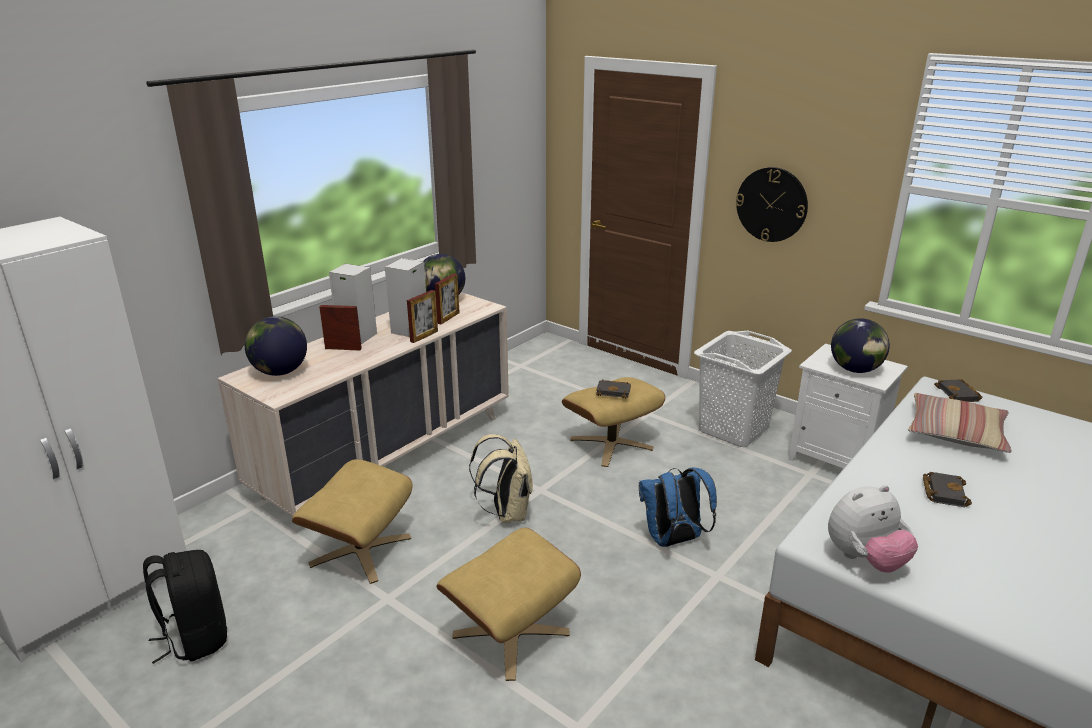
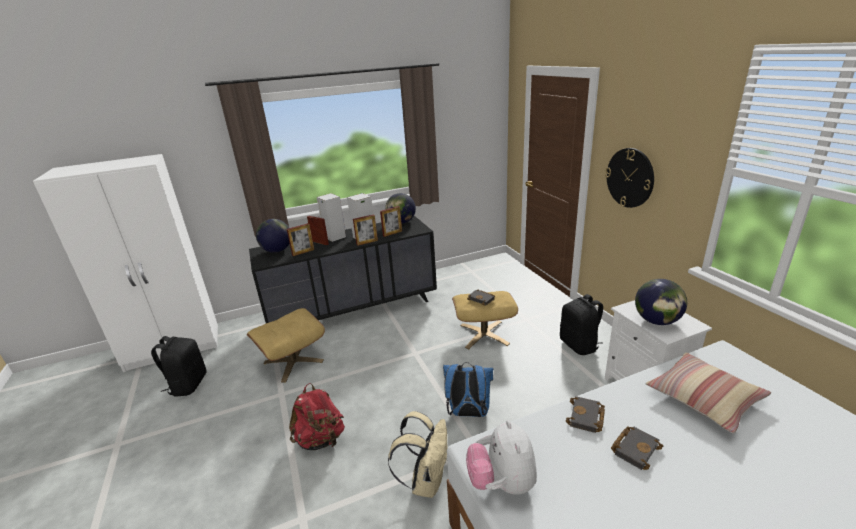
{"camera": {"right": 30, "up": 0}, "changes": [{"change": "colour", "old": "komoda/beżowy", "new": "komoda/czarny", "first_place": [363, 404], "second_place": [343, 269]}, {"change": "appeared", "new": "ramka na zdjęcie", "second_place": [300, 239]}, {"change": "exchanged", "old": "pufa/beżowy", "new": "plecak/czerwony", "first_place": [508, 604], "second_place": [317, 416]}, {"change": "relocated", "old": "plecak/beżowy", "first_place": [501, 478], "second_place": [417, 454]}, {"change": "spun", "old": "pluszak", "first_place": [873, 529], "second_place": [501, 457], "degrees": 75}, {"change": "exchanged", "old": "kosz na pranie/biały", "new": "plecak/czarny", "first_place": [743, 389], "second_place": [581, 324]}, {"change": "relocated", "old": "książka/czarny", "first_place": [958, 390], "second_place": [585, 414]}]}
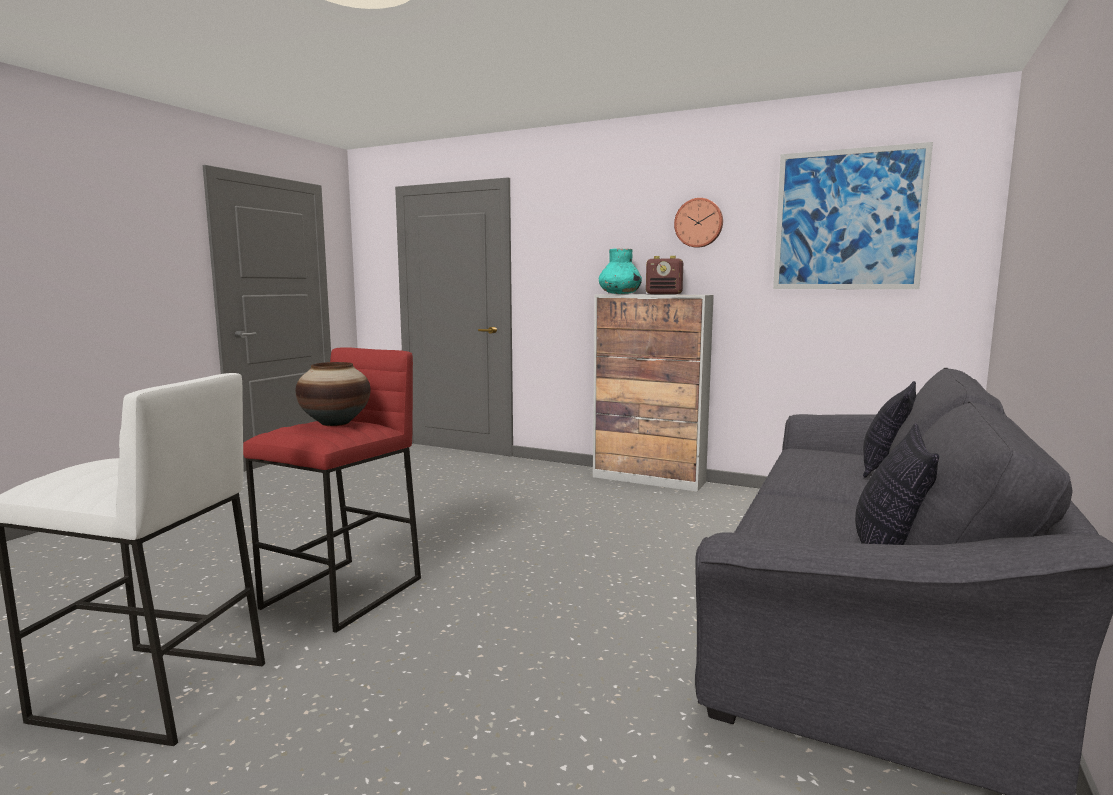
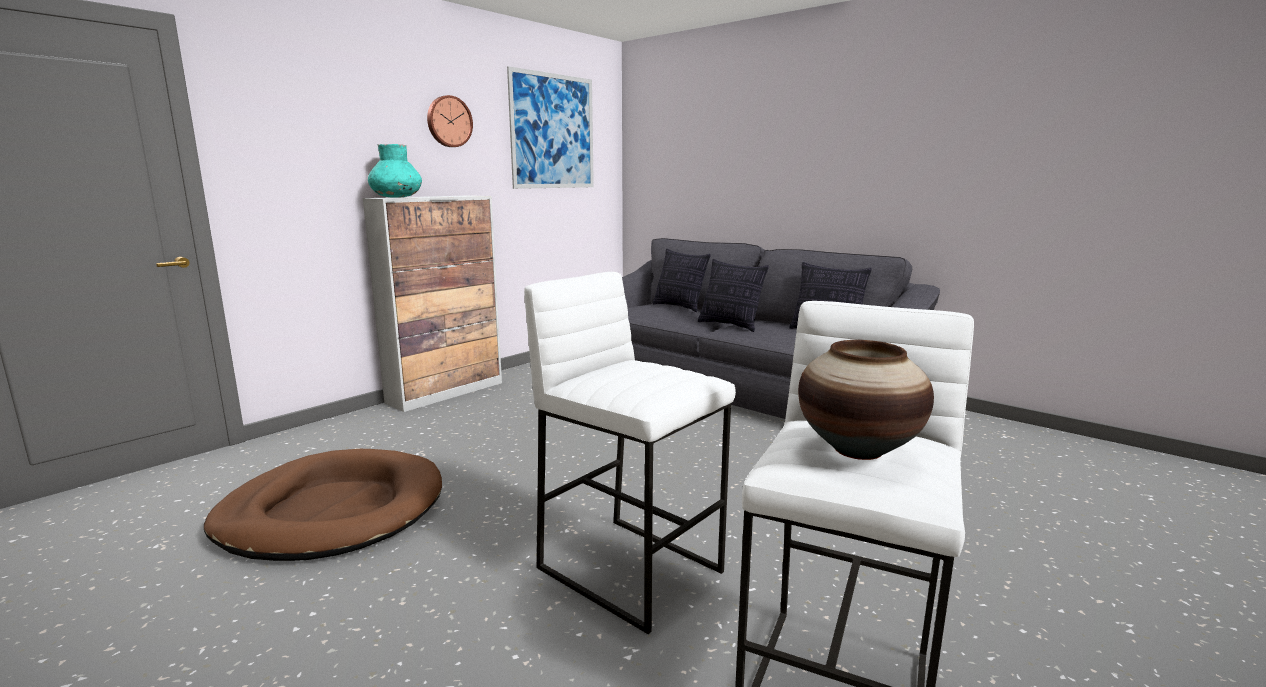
{"camera": {"right": -75, "up": 5}, "changes": [{"change": "appeared", "new": "legowisko/brązowy", "second_place": [323, 505]}, {"change": "colour", "old": "stołek/czerwony", "new": "stołek/biały", "first_place": [332, 490], "second_place": [630, 453]}, {"change": "appeared", "new": "poduszka", "second_place": [733, 295]}, {"change": "relocated", "old": "wazon", "first_place": [333, 394], "second_place": [866, 400]}, {"change": "missing", "old": "radio", "first_place": [664, 275]}]}
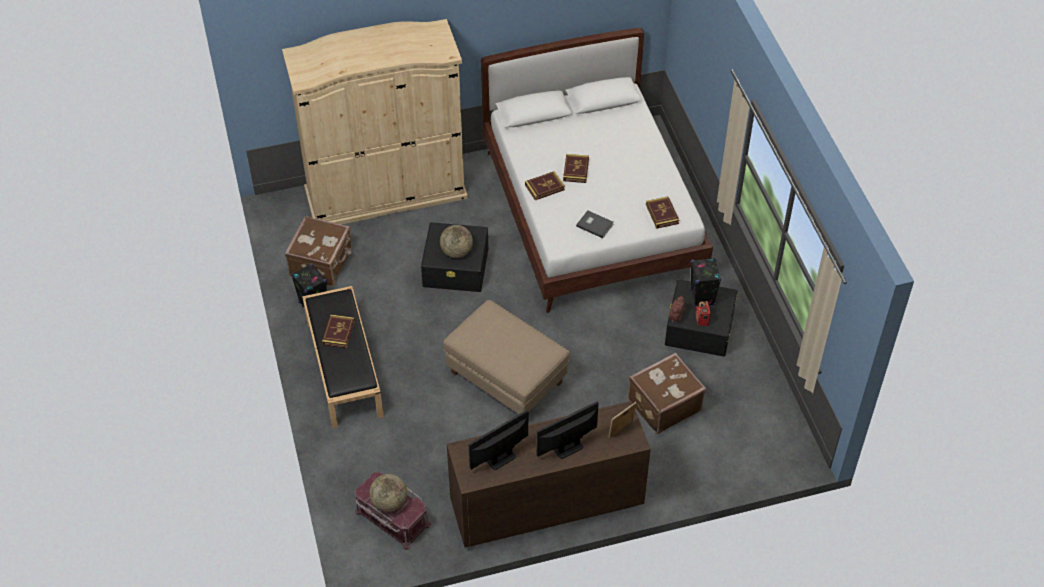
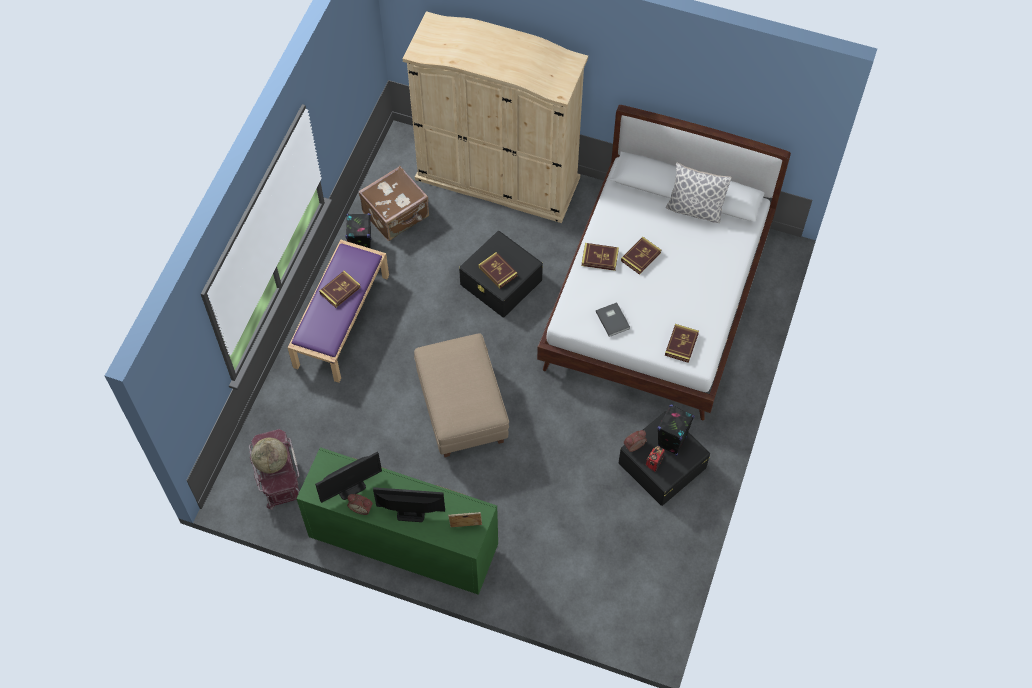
{"camera": {"right": 35, "up": 10}, "changes": [{"change": "colour", "old": "ławka/czarny", "new": "ławka/fioletowy", "first_place": [343, 357], "second_place": [338, 311]}, {"change": "colour", "old": "komoda/brązowy", "new": "komoda/zielony", "first_place": [549, 474], "second_place": [397, 521]}, {"change": "spun", "old": "monitor", "first_place": [498, 440], "second_place": [348, 477], "degrees": 150}, {"change": "appeared", "new": "budzik", "second_place": [360, 504]}, {"change": "exchanged", "old": "globus", "new": "książka", "first_place": [456, 241], "second_place": [498, 270]}, {"change": "appeared", "new": "poduszka", "second_place": [699, 192]}, {"change": "missing", "old": "walizka/brązowy", "first_place": [667, 393]}]}
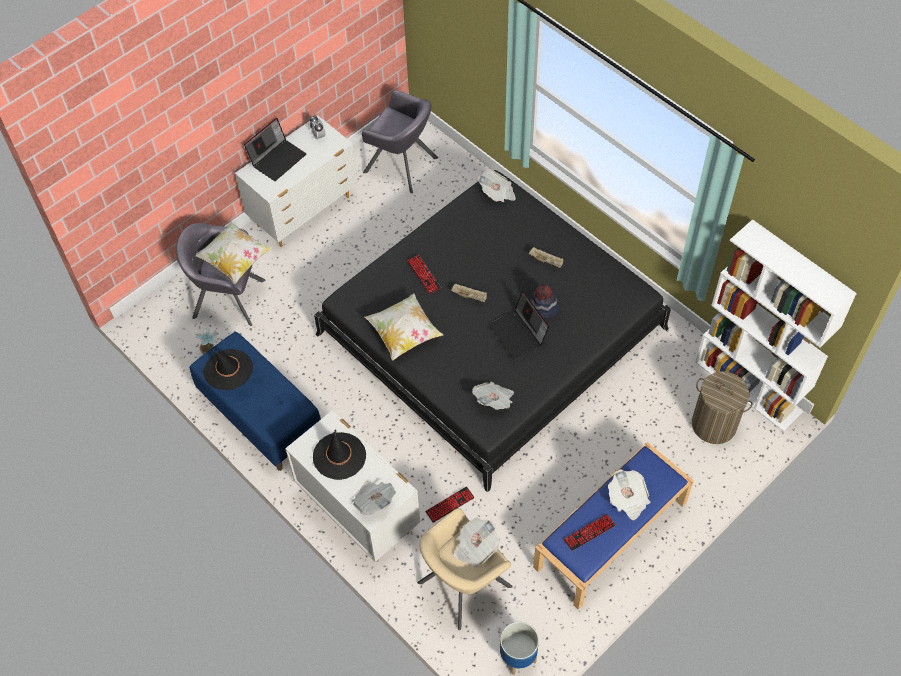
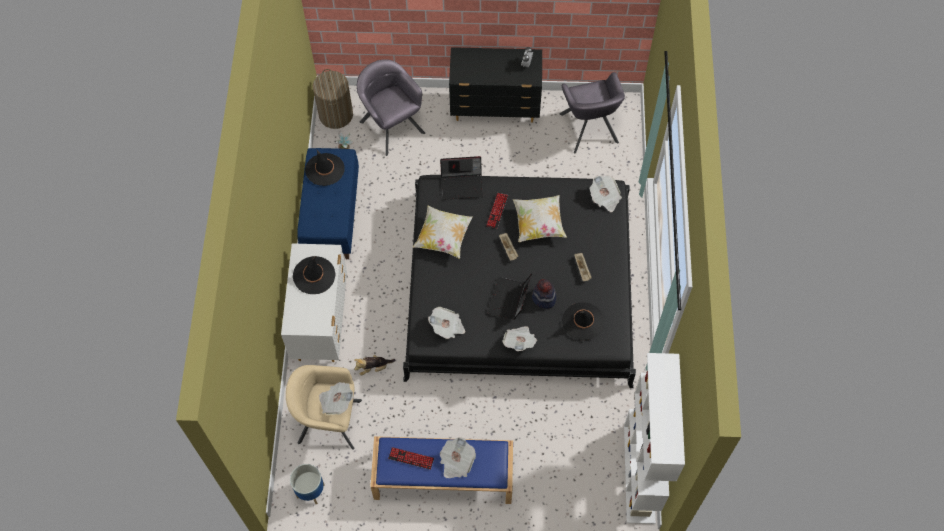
{"camera": {"right": 45, "up": 5}, "changes": [{"change": "relocated", "old": "kosz na pranie", "first_place": [722, 407], "second_place": [333, 99]}, {"change": "exchanged", "old": "klawiatura", "new": "pluszak", "first_place": [449, 504], "second_place": [374, 365]}, {"change": "relocated", "old": "laptop", "first_place": [275, 149], "second_place": [461, 178]}, {"change": "colour", "old": "komoda/biały", "new": "komoda/czarny", "first_place": [296, 181], "second_place": [495, 85]}, {"change": "relocated", "old": "gazeta", "first_place": [373, 498], "second_place": [519, 338]}, {"change": "relocated", "old": "poduszka", "first_place": [234, 252], "second_place": [540, 218]}, {"change": "appeared", "new": "kapelusz/czarny", "second_place": [583, 321]}]}
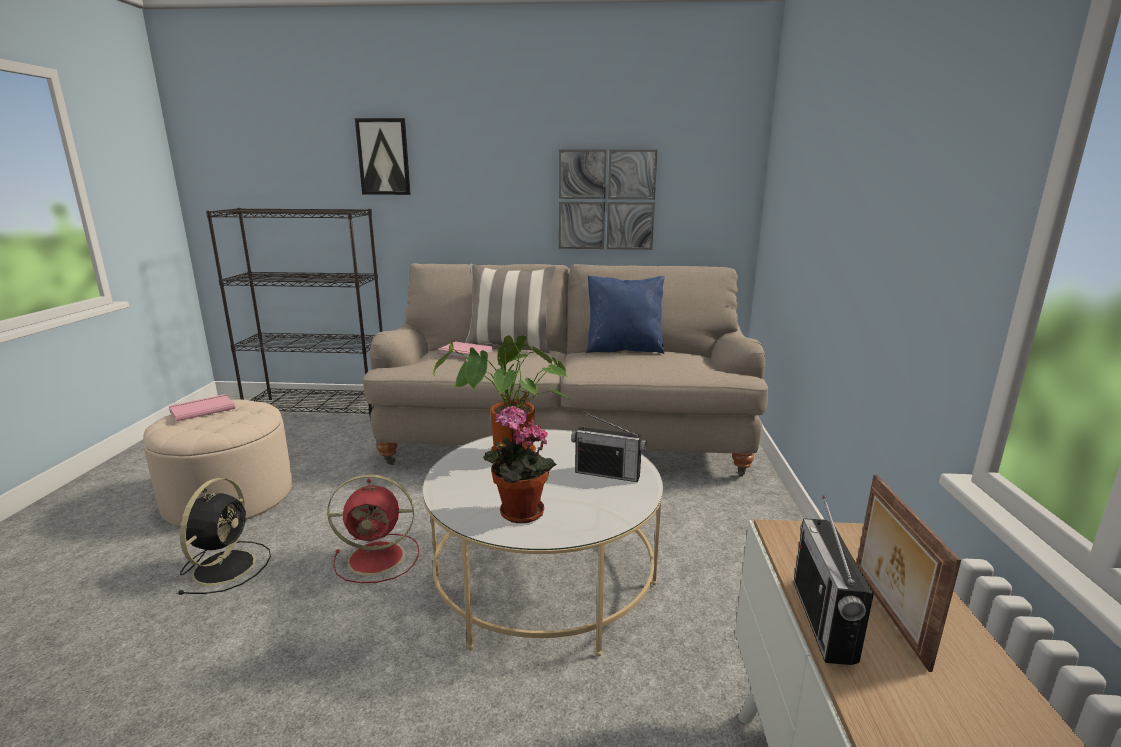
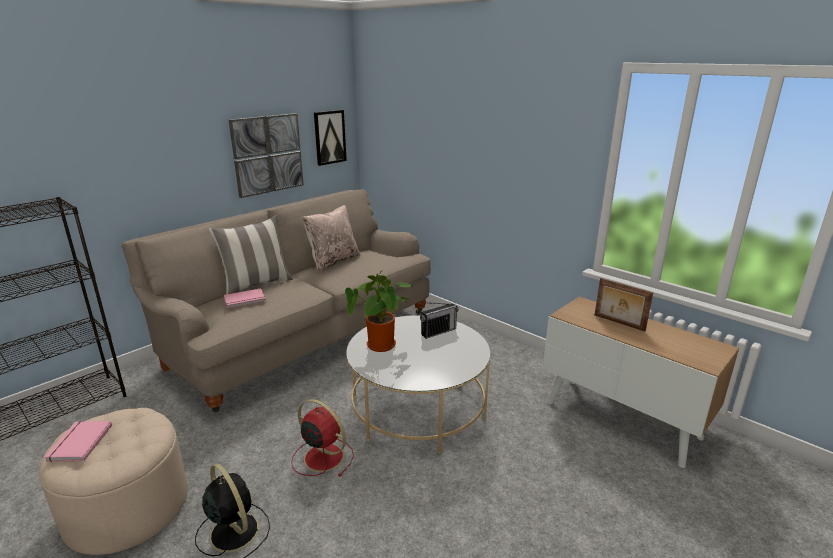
{"camera": {"right": -50, "up": 5}, "changes": [{"change": "spun", "old": "wentylator/czerwony", "first_place": [373, 528], "second_place": [322, 438], "degrees": -90}, {"change": "colour", "old": "poduszka/niebieski", "new": "poduszka/beżowy", "first_place": [625, 314], "second_place": [331, 238]}, {"change": "relocated", "old": "obraz", "first_place": [383, 156], "second_place": [330, 138]}, {"change": "missing", "old": "roślina doniczkowa", "first_place": [520, 464]}, {"change": "missing", "old": "radio", "first_place": [833, 580]}]}
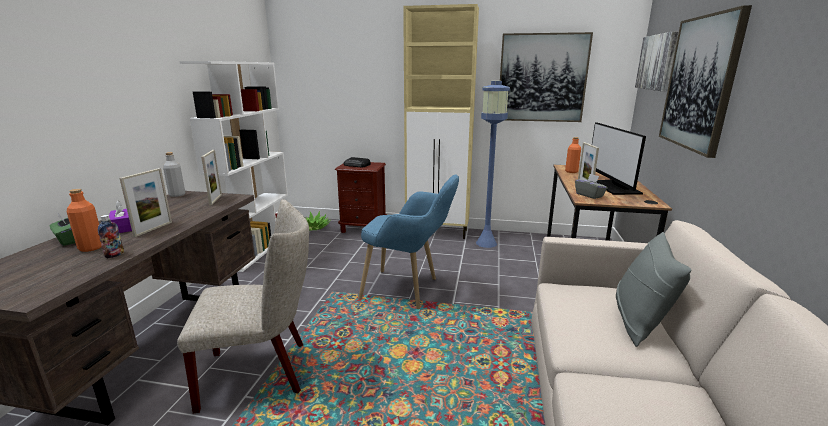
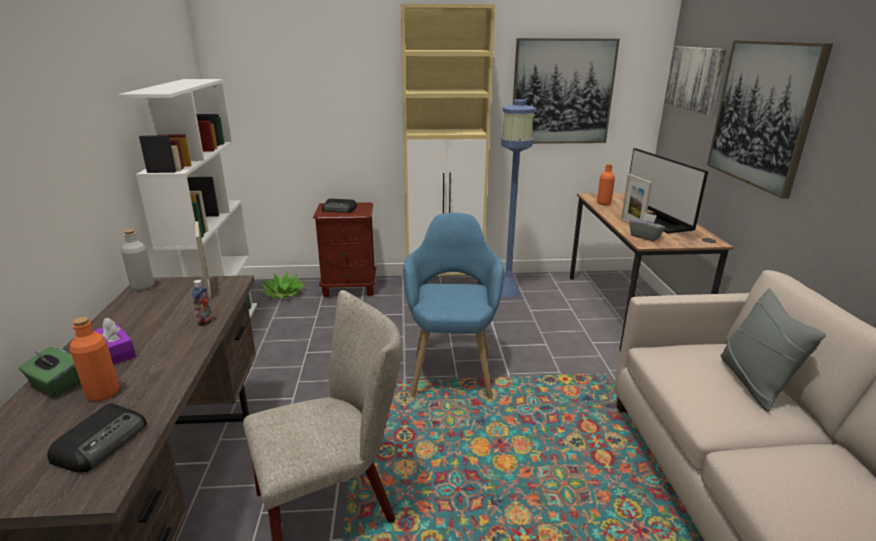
{"camera": {"right": -15, "up": 5}, "changes": [{"change": "appeared", "new": "radio", "second_place": [97, 438]}, {"change": "relocated", "old": "butelka", "first_place": [111, 236], "second_place": [202, 303]}, {"change": "spun", "old": "fotel/niebieski", "first_place": [408, 241], "second_place": [453, 306], "degrees": -90}, {"change": "missing", "old": "ramka na zdjęcie", "first_place": [145, 202]}]}
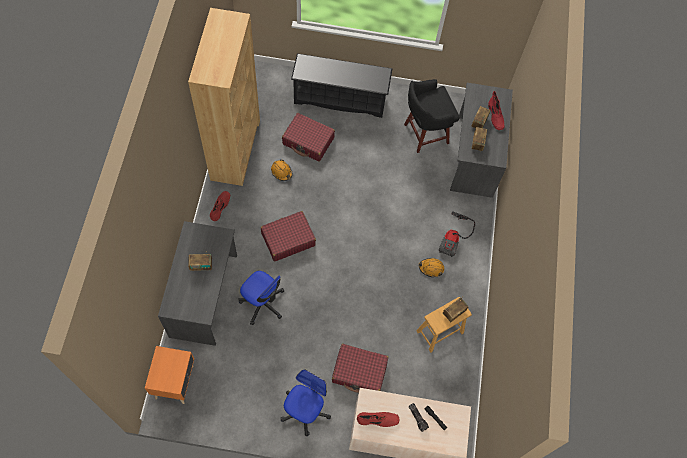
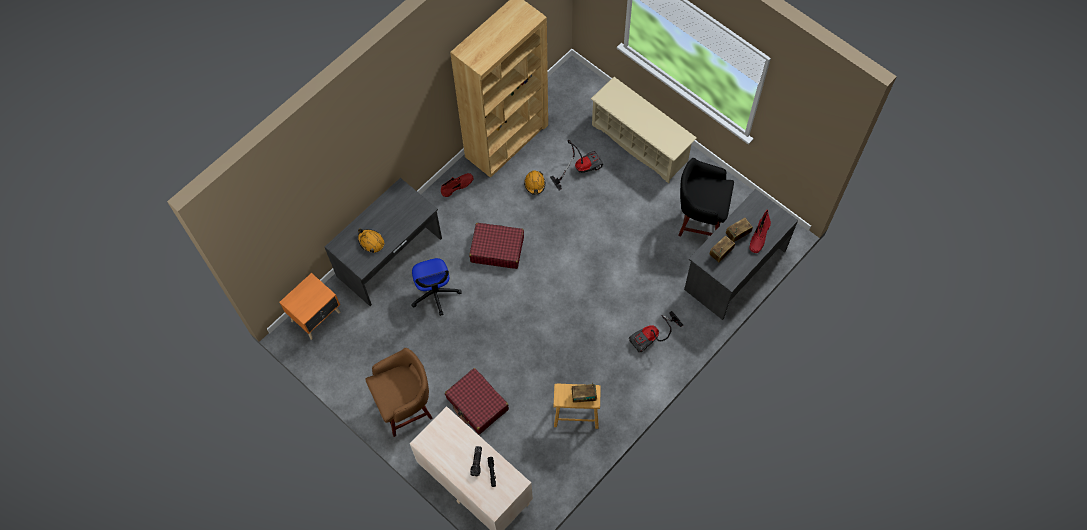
{"camera": {"right": 40, "up": 0}, "changes": [{"change": "relocated", "old": "kask/pomarańczowy", "first_place": [431, 267], "second_place": [371, 240]}, {"change": "exchanged", "old": "krzesło biurowe", "new": "stołek/brązowy", "first_place": [306, 402], "second_place": [399, 392]}, {"change": "exchanged", "old": "walizka/czerwony", "new": "odkurzacz", "first_place": [308, 137], "second_place": [576, 165]}, {"change": "colour", "old": "regał na buty/czarny", "new": "regał na buty/beżowy", "first_place": [341, 85], "second_place": [644, 130]}, {"change": "missing", "old": "radio", "first_place": [200, 261]}, {"change": "missing", "old": "but z cholewką/czerwony", "first_place": [378, 419]}]}
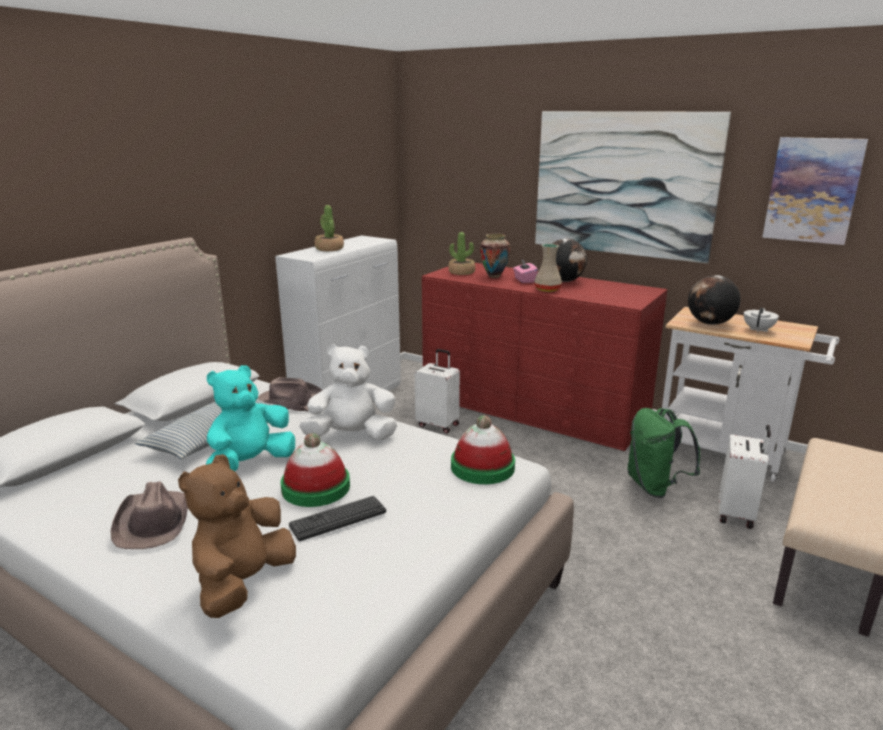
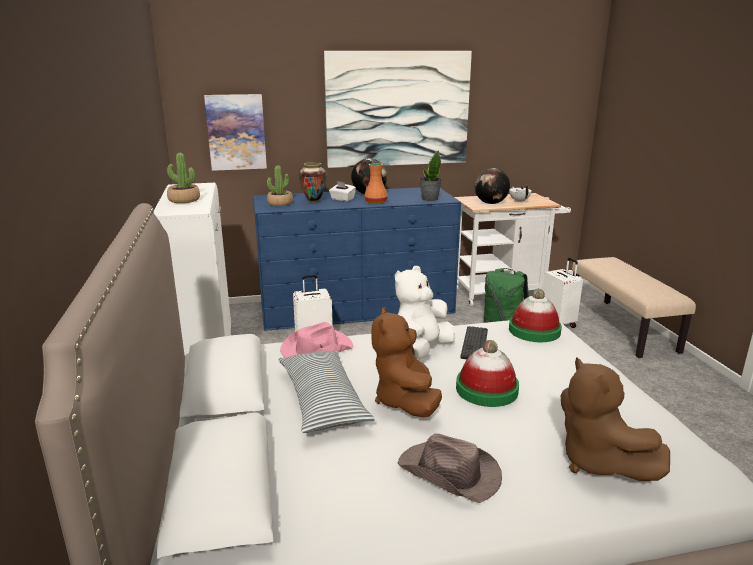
{"camera": {"right": -45, "up": 0}, "changes": [{"change": "relocated", "old": "obraz", "first_place": [815, 191], "second_place": [235, 132]}, {"change": "colour", "old": "komoda/czerwony", "new": "komoda/niebieski", "first_place": [544, 357], "second_place": [357, 259]}, {"change": "colour", "old": "kapelusz/brązowy", "new": "kapelusz/różowy", "first_place": [290, 394], "second_place": [316, 340]}, {"change": "colour", "old": "pudełko chusteczek/różowy", "new": "pudełko chusteczek/biały", "first_place": [525, 271], "second_place": [342, 191]}, {"change": "colour", "old": "wazon/beżowy", "new": "wazon/pomarańczowy", "first_place": [548, 268], "second_place": [376, 183]}, {"change": "colour", "old": "pluszak/turkusowy", "new": "pluszak/brązowy", "first_place": [250, 418], "second_place": [406, 362]}, {"change": "appeared", "new": "roślina doniczkowa", "second_place": [430, 175]}, {"change": "relocated", "old": "klawiatura", "first_place": [337, 518], "second_place": [474, 342]}]}
